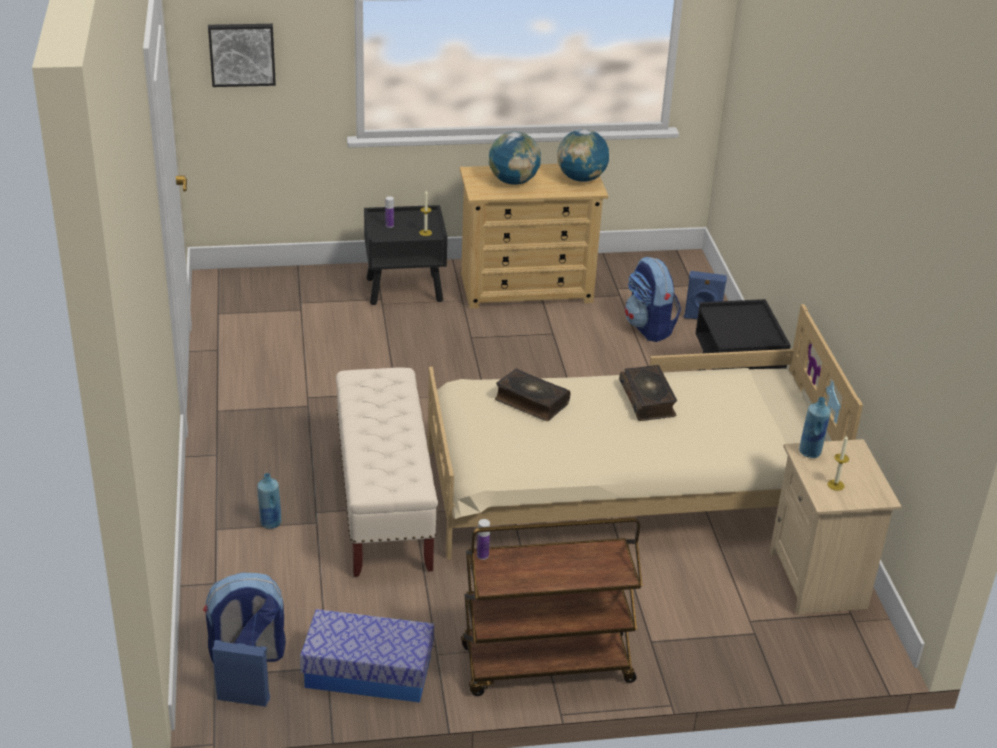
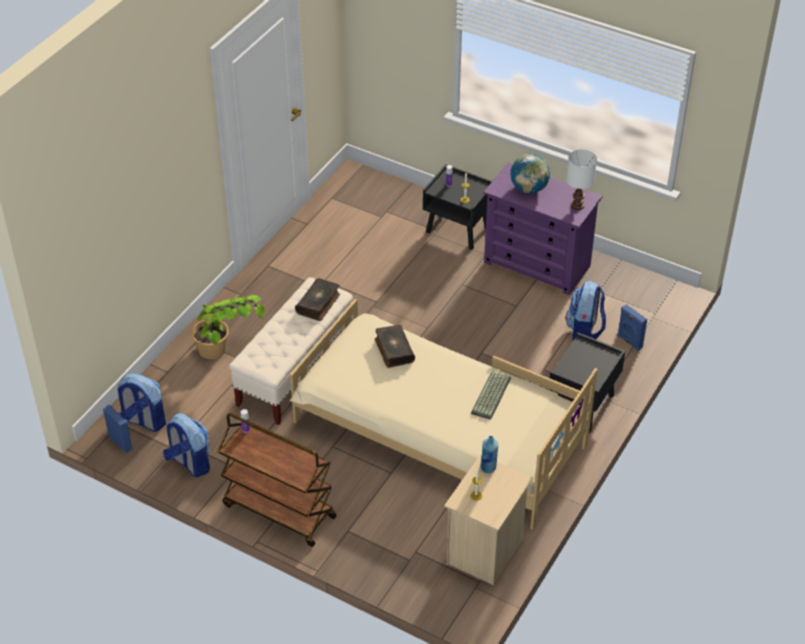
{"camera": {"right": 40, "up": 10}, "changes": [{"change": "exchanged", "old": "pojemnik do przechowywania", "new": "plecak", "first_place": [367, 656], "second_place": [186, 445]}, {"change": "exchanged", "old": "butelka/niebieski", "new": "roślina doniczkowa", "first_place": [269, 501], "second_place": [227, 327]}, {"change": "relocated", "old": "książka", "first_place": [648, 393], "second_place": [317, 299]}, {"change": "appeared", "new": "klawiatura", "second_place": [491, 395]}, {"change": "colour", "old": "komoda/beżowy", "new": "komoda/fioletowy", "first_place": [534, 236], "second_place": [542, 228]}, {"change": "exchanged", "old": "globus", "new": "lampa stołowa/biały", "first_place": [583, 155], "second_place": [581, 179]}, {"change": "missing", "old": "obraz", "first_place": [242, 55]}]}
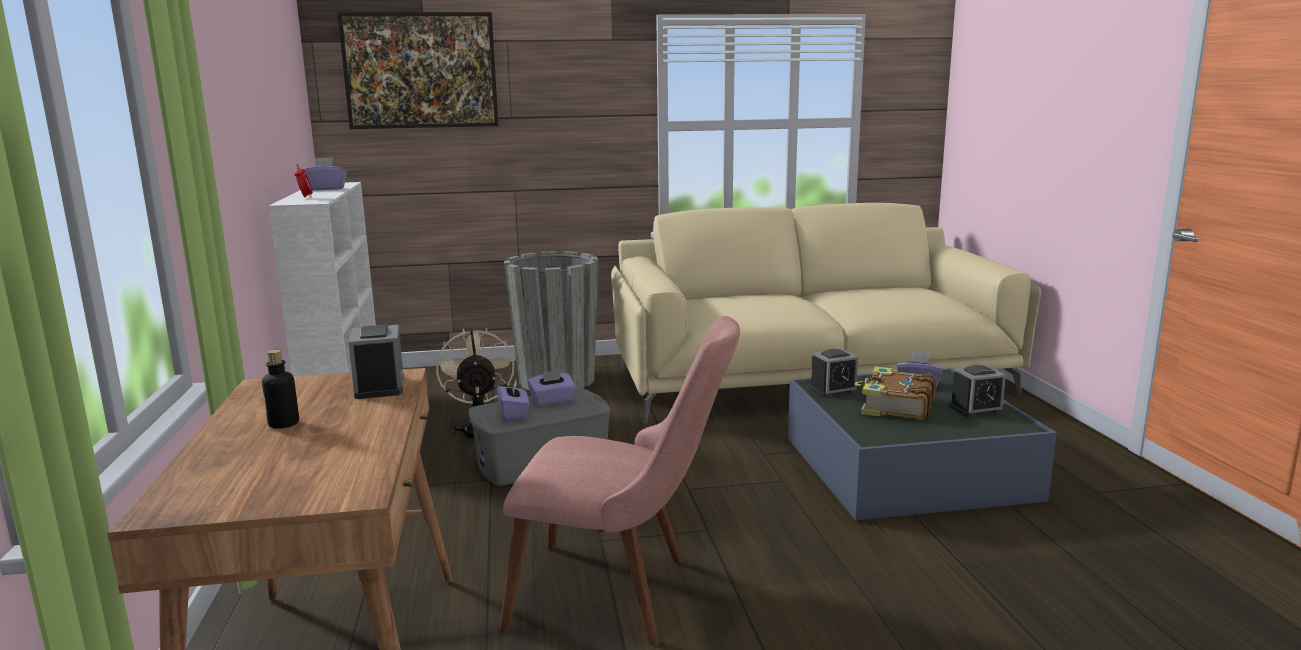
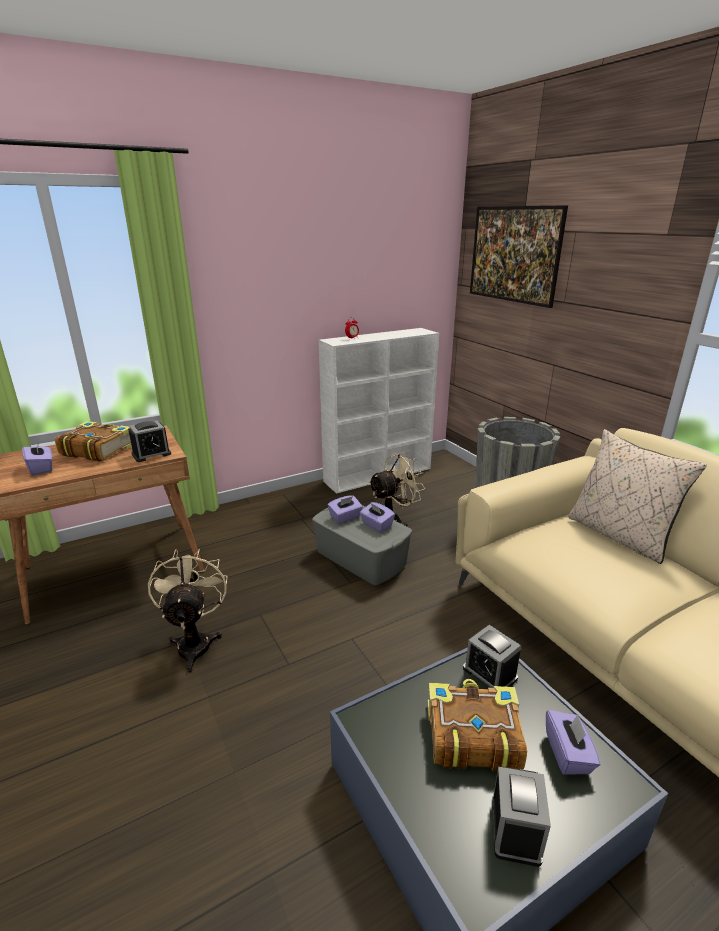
{"camera": {"right": 70, "up": 10}, "changes": [{"change": "relocated", "old": "pudełko chusteczek/fioletowy", "first_place": [325, 174], "second_place": [37, 458]}, {"change": "exchanged", "old": "butelka", "new": "książka", "first_place": [280, 389], "second_place": [93, 441]}, {"change": "exchanged", "old": "krzesło/różowy", "new": "wentylator/beżowy", "first_place": [619, 481], "second_place": [187, 610]}, {"change": "spun", "old": "budzik", "first_place": [977, 391], "second_place": [521, 816], "degrees": -135}, {"change": "appeared", "new": "poduszka/beżowy", "second_place": [637, 496]}]}
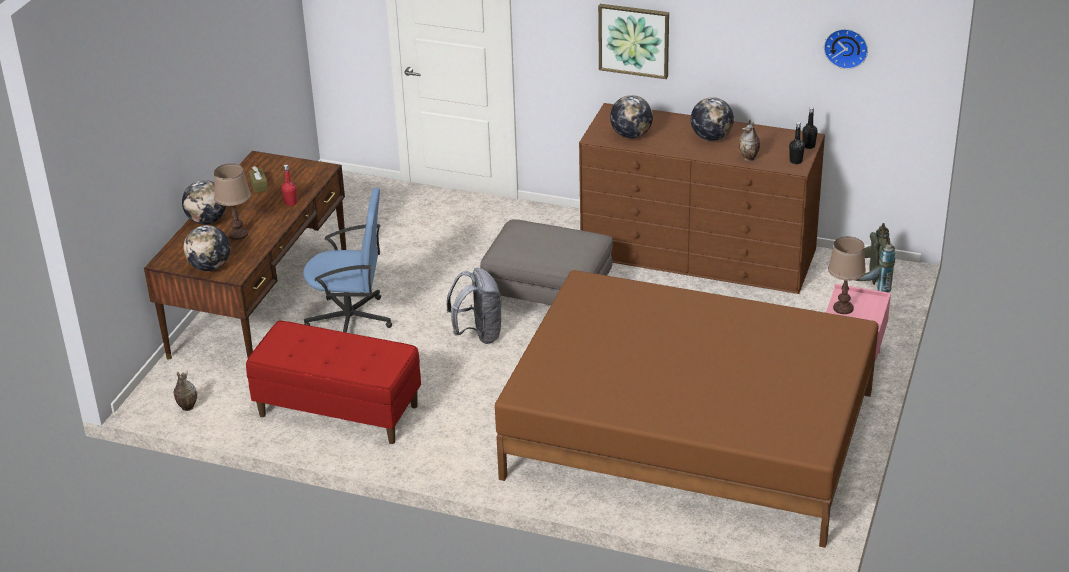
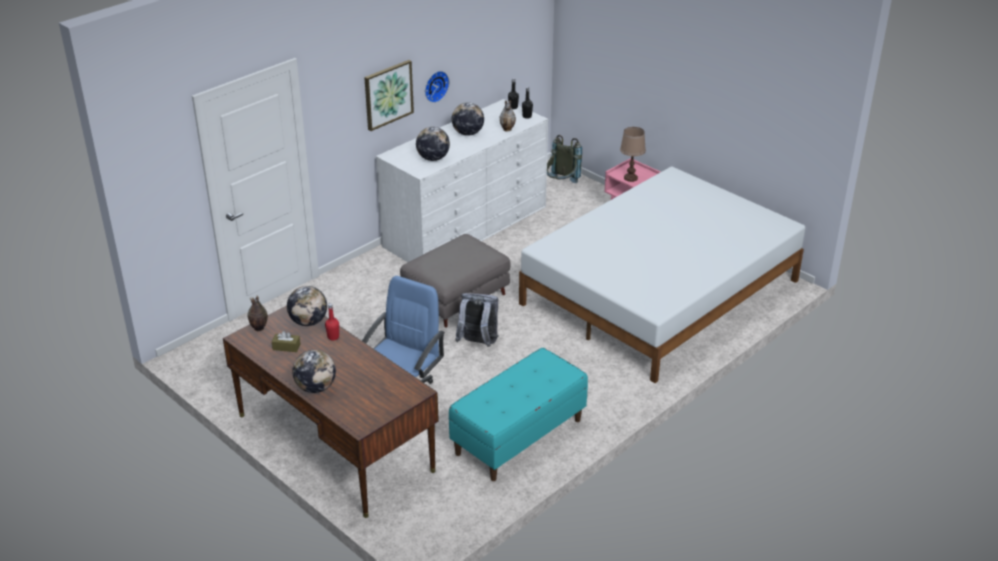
{"camera": {"right": -65, "up": 0}, "changes": [{"change": "relocated", "old": "wazon", "first_place": [185, 391], "second_place": [257, 313]}, {"change": "relocated", "old": "globus", "first_place": [206, 248], "second_place": [307, 306]}, {"change": "colour", "old": "komoda/brązowy", "new": "komoda/biały", "first_place": [702, 198], "second_place": [462, 180]}, {"change": "relocated", "old": "zegar ścienny", "first_place": [846, 49], "second_place": [437, 87]}, {"change": "colour", "old": "ławka/czerwony", "new": "ławka/turkusowy", "first_place": [333, 382], "second_place": [518, 414]}, {"change": "colour", "old": "łóżko/brązowy", "new": "łóżko/biały", "first_place": [687, 409], "second_place": [662, 275]}, {"change": "missing", "old": "lampa stołowa/brązowy", "first_place": [232, 201]}]}
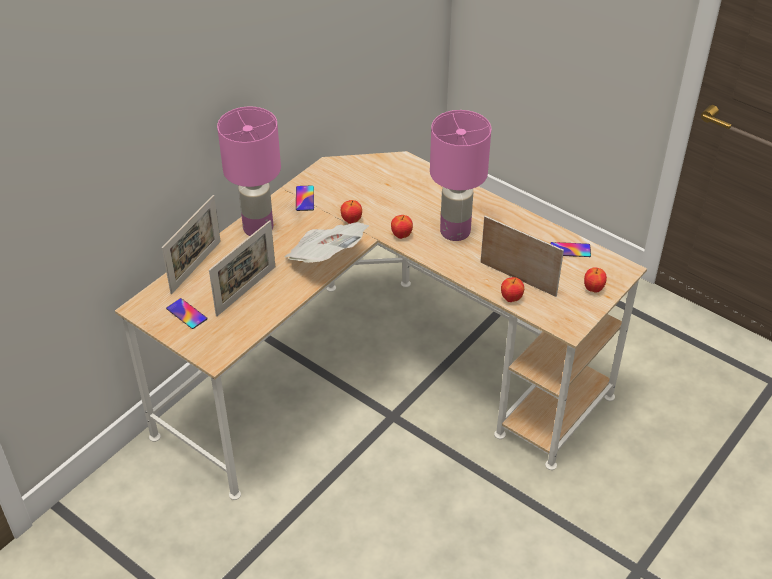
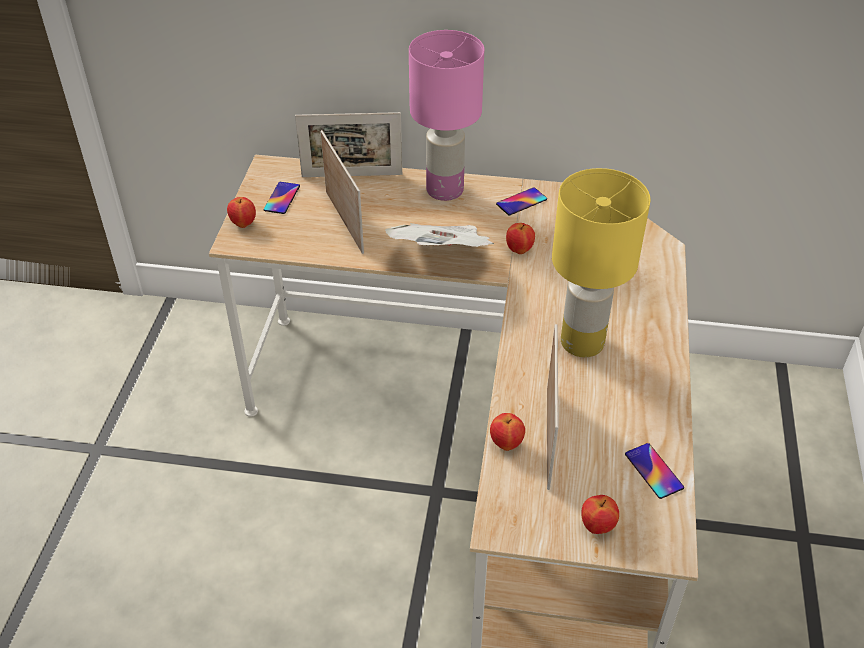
{"camera": {"right": 60, "up": 0}, "changes": [{"change": "relocated", "old": "jabłko", "first_place": [402, 227], "second_place": [241, 212]}, {"change": "spun", "old": "ramka na zdjęcie", "first_place": [242, 268], "second_place": [342, 192], "degrees": -120}, {"change": "colour", "old": "lampa stołowa/różowy", "new": "lampa stołowa/żółty", "first_place": [460, 175], "second_place": [601, 262]}]}
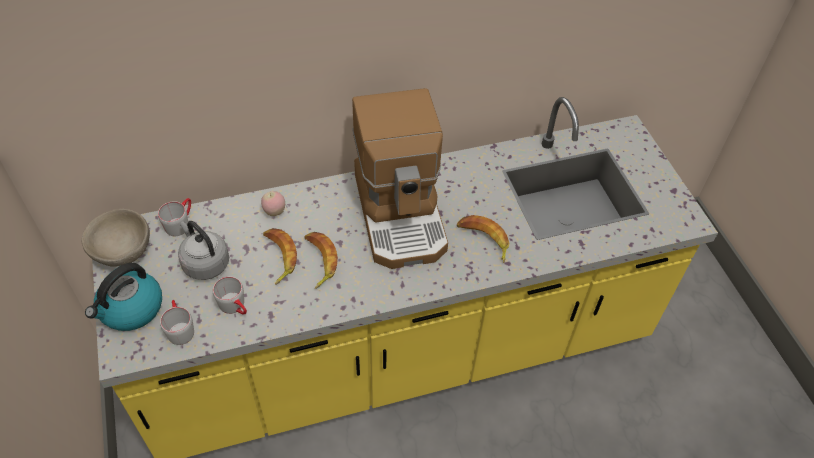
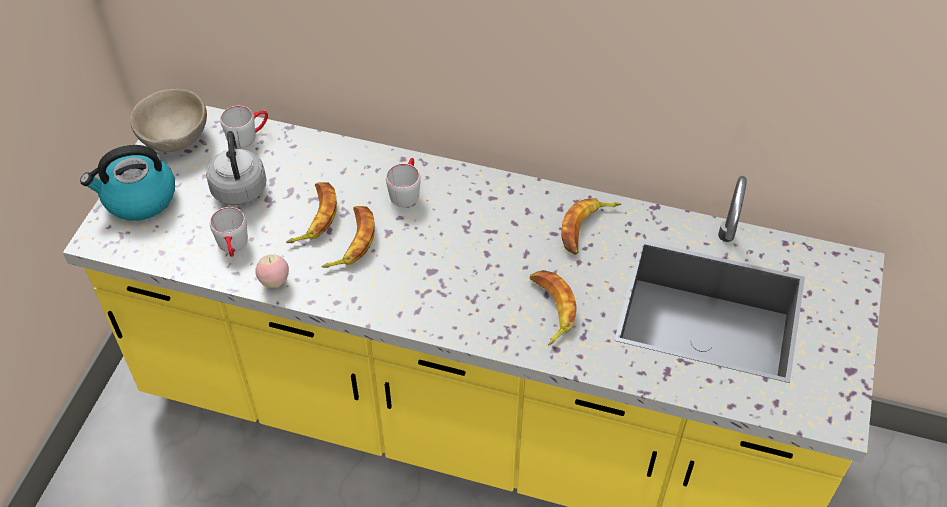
{"camera": {"right": 35, "up": 0}, "changes": [{"change": "relocated", "old": "jabłko", "first_place": [273, 203], "second_place": [272, 271]}, {"change": "relocated", "old": "kubek/szary", "first_place": [177, 322], "second_place": [403, 182]}, {"change": "appeared", "new": "banan", "second_place": [591, 226]}, {"change": "missing", "old": "ekspres do kawy", "first_place": [400, 178]}]}
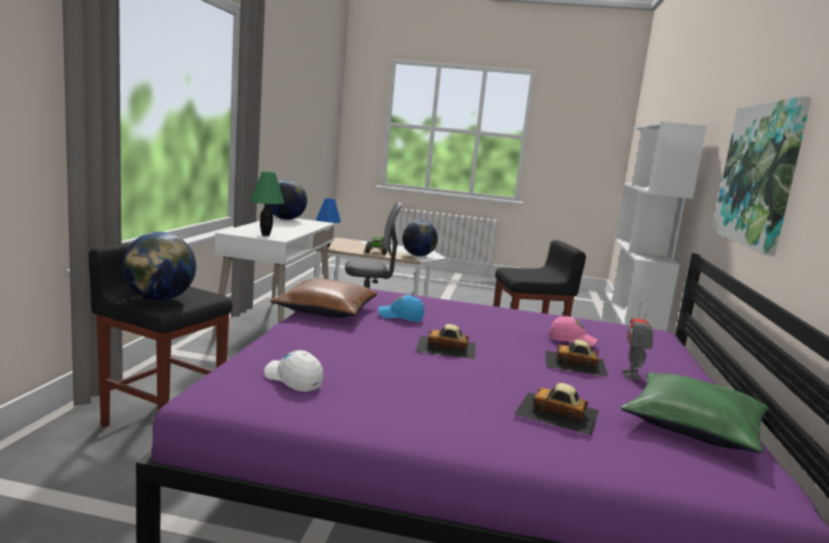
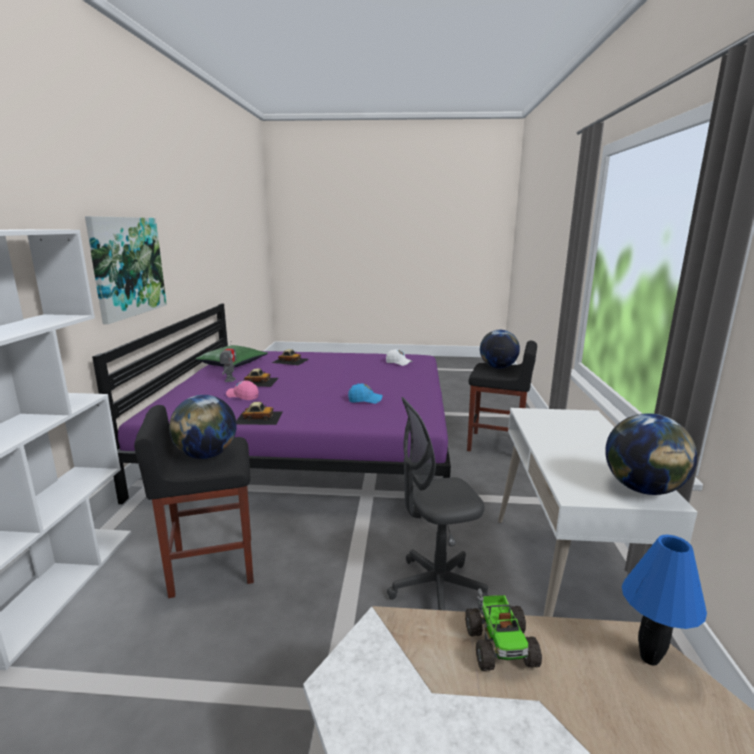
{"camera": {"right": 175, "up": 5}, "changes": [{"change": "relocated", "old": "globus", "first_place": [420, 238], "second_place": [203, 427]}, {"change": "relocated", "old": "samochodzik", "first_place": [445, 341], "second_place": [259, 413]}, {"change": "missing", "old": "lampa stołowa/zielony", "first_place": [267, 203]}, {"change": "missing", "old": "poduszka/brązowy", "first_place": [323, 298]}]}
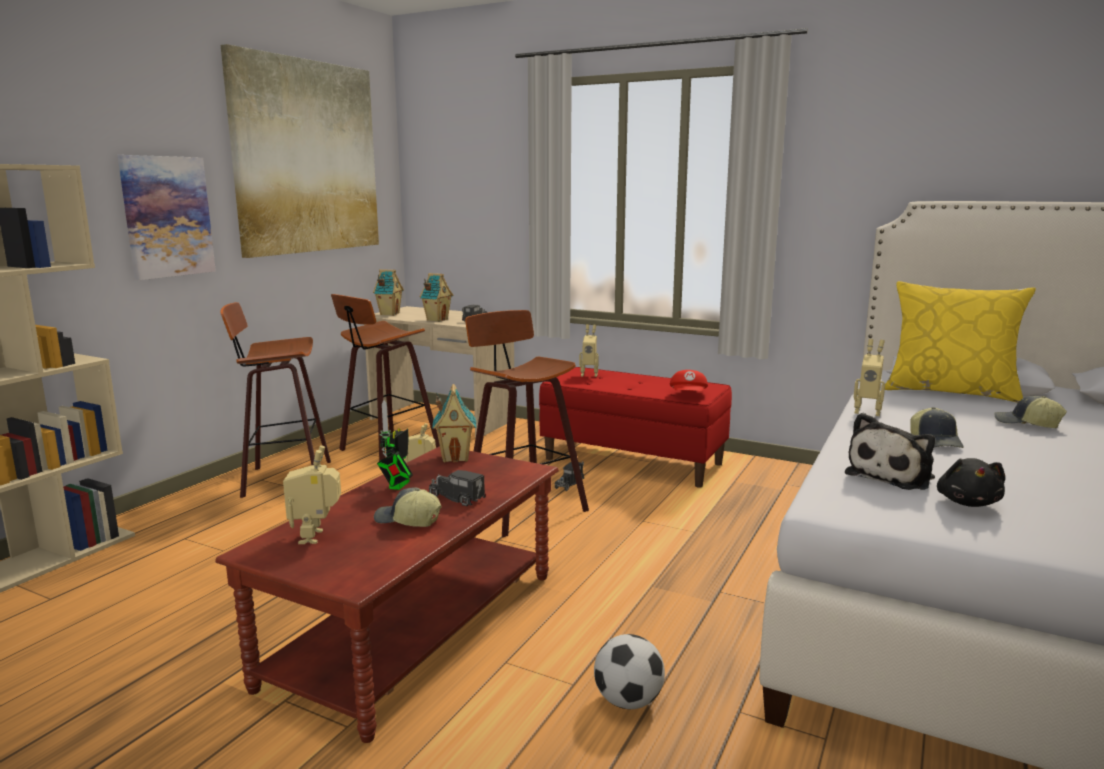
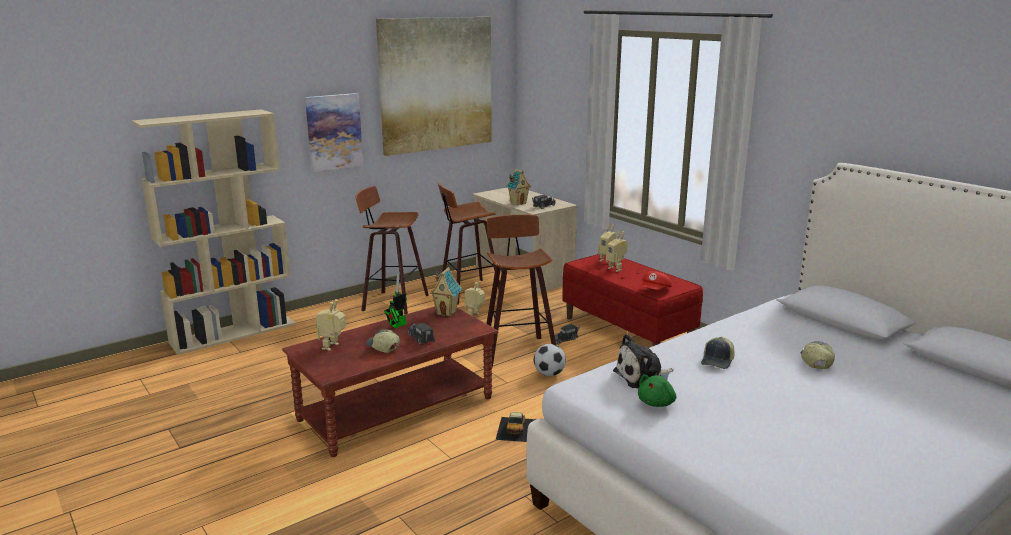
{"camera": {"right": 25, "up": 5}, "changes": [{"change": "appeared", "new": "samochodzik", "second_place": [516, 427]}, {"change": "relocated", "old": "piłka futbolowa", "first_place": [629, 671], "second_place": [550, 360]}, {"change": "relocated", "old": "robot zabawkowy", "first_place": [869, 377], "second_place": [617, 251]}, {"change": "colour", "old": "pluszak/czarny", "new": "pluszak/zielony", "first_place": [971, 482], "second_place": [657, 391]}, {"change": "spun", "old": "czapka z daszkiem", "first_place": [1030, 412], "second_place": [818, 355], "degrees": 45}, {"change": "missing", "old": "domek", "first_place": [388, 292]}, {"change": "missing", "old": "poduszka/żółty", "first_place": [960, 342]}]}
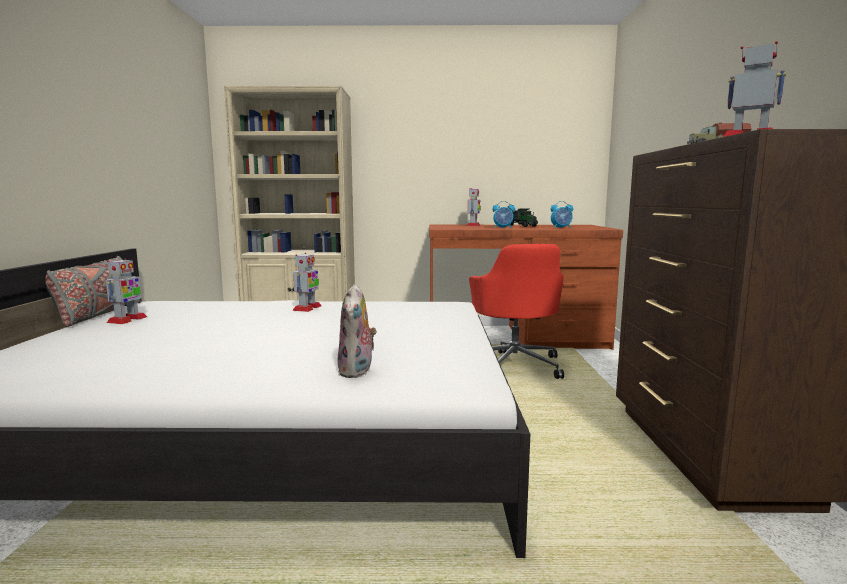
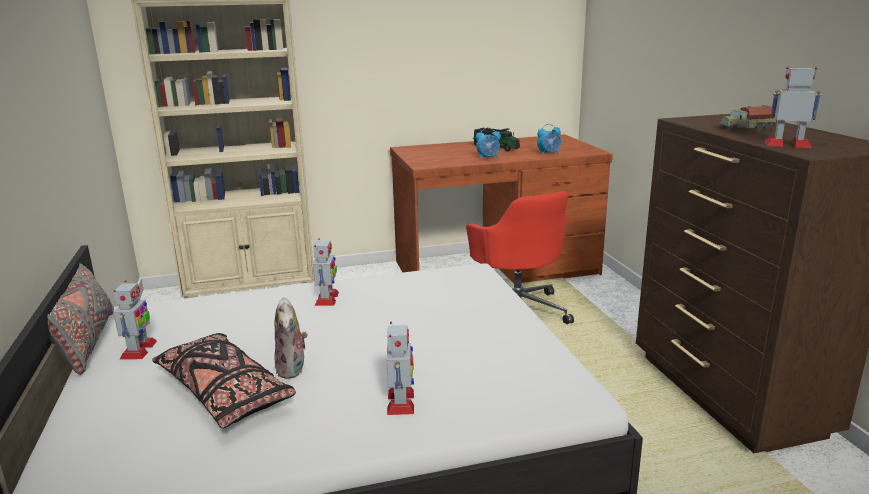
{"camera": {"right": -15, "up": 10}, "changes": [{"change": "appeared", "new": "poduszka/czarny", "second_place": [224, 380]}, {"change": "relocated", "old": "pluszak", "first_place": [357, 331], "second_place": [290, 338]}, {"change": "relocated", "old": "robot zabawkowy", "first_place": [474, 207], "second_place": [400, 368]}]}
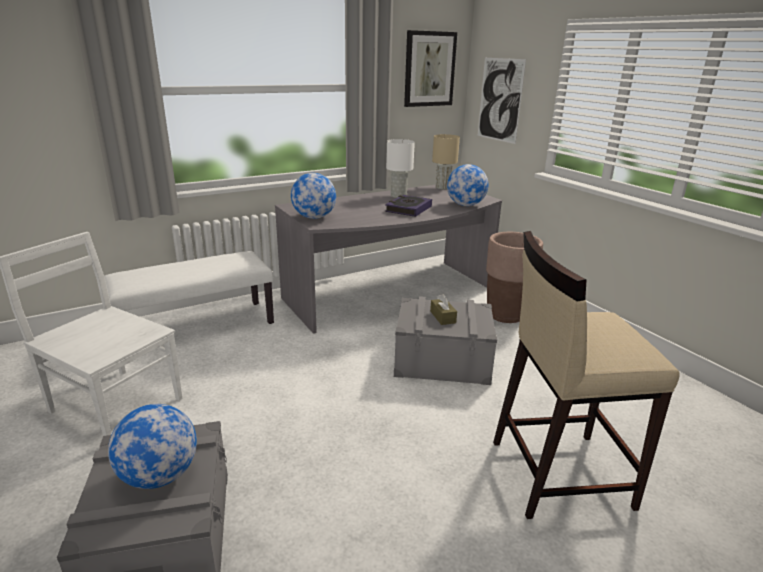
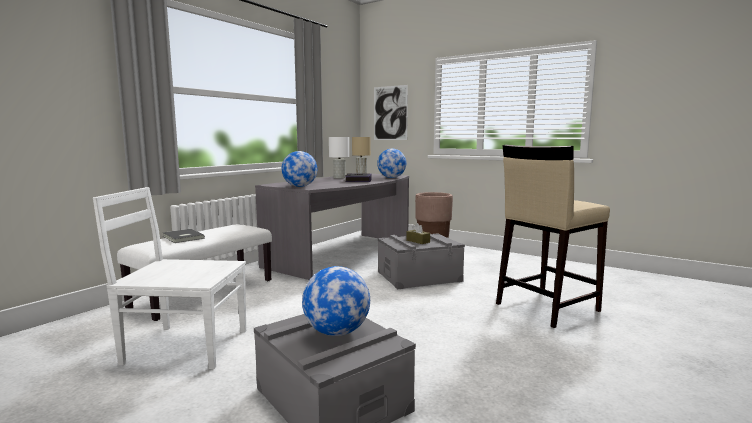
{"camera": {"right": -25, "up": -15}, "changes": [{"change": "appeared", "new": "książka/szary", "second_place": [183, 236]}, {"change": "missing", "old": "obraz", "first_place": [430, 68]}]}
